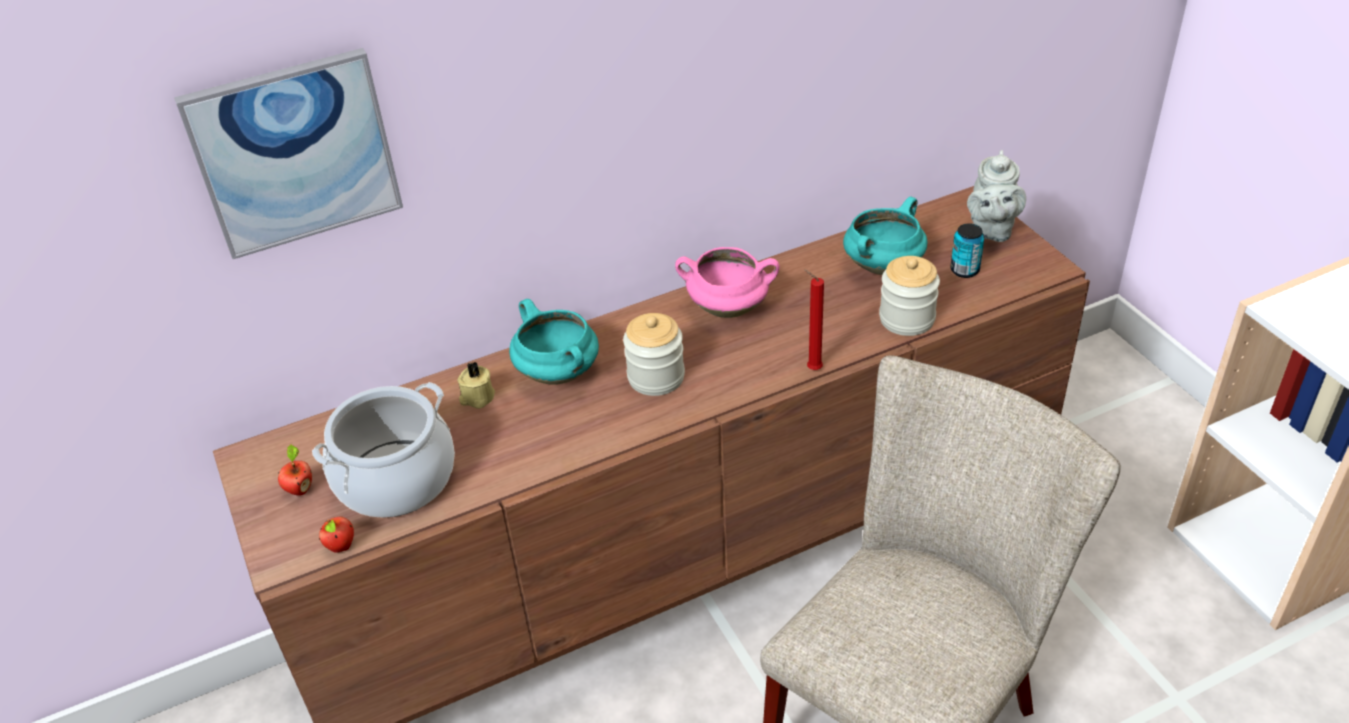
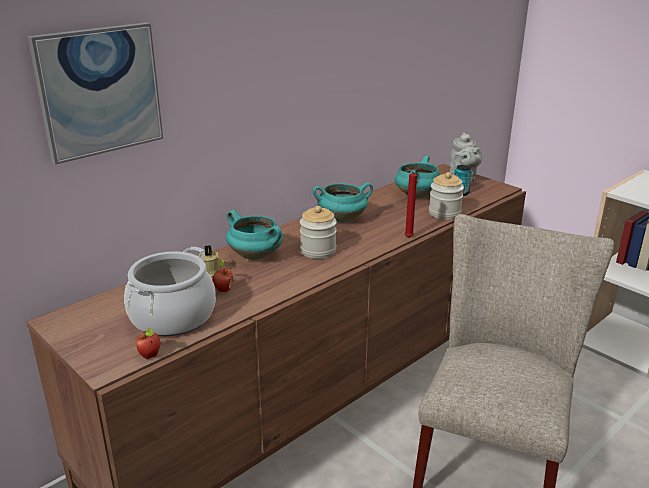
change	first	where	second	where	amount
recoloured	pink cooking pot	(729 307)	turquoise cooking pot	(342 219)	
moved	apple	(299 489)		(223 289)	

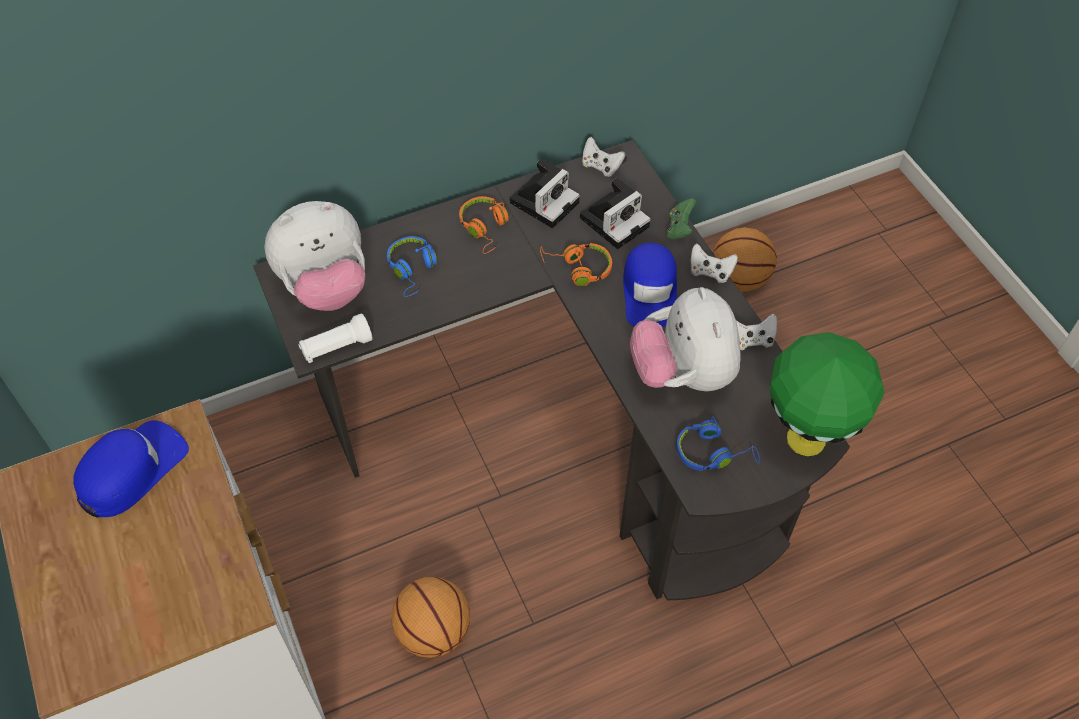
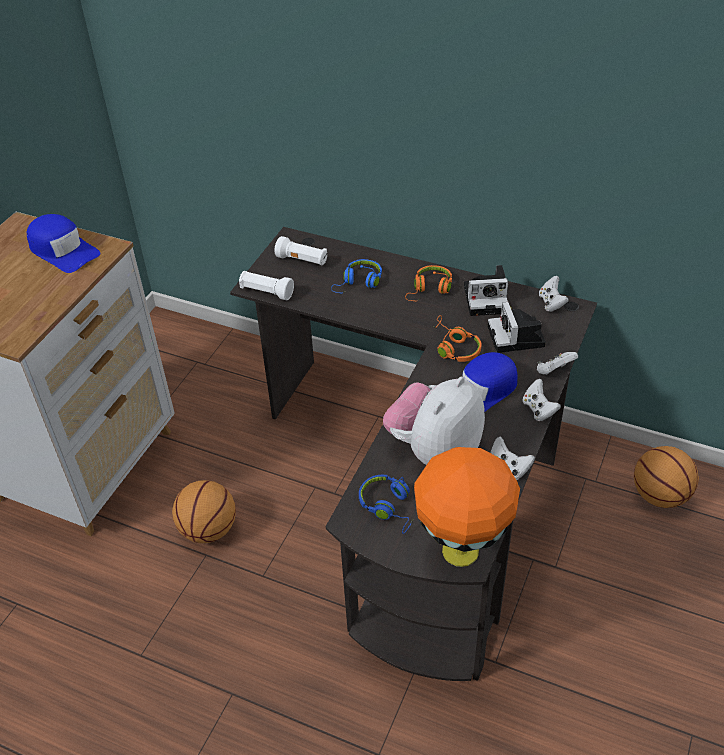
change	first	where	second	where	amount
turned	photo camera	(615 220)		(517 338)	75 degrees clockwise
recoloured	green game controller	(679 228)	white game controller	(554 371)	
replaced	plush toy	(326 287)	white flashlight	(302 260)	
recoloured	green table lamp	(806 437)	orange table lamp	(462 550)	
turned	blue cap	(132 470)		(63 250)	45 degrees clockwise

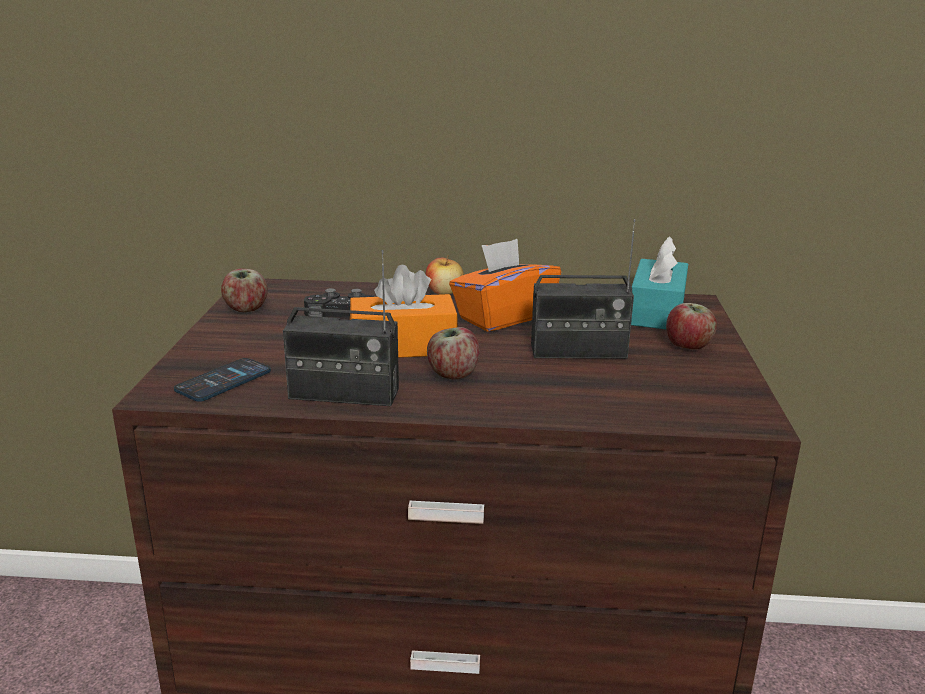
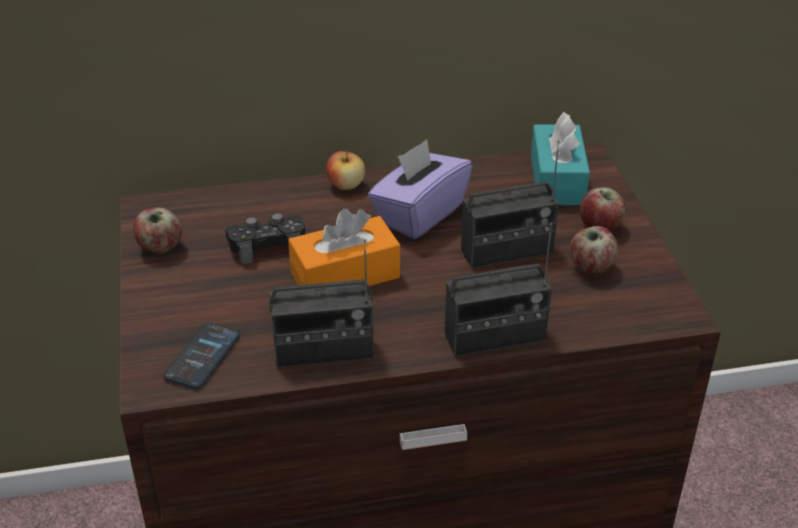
change	first	where	second	where	amount
recoloured	orange tissue box	(503 317)	purple tissue box	(419 214)	
moved	apple	(452 374)		(591 267)	
added			radio	(495 337)	

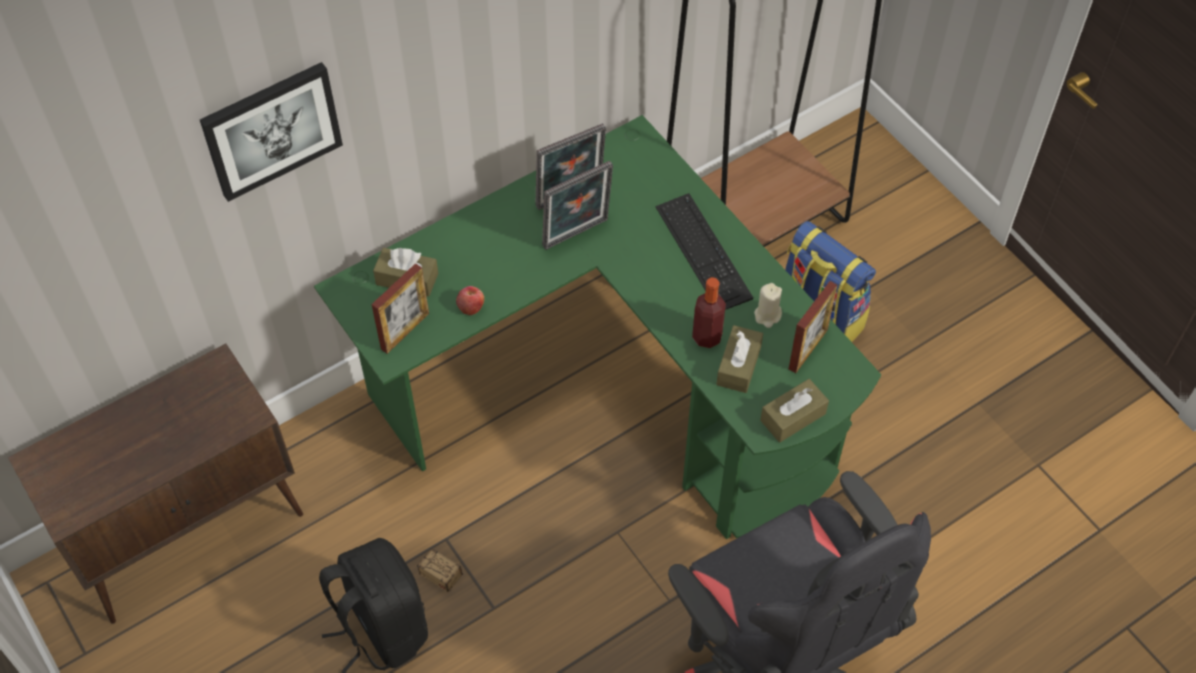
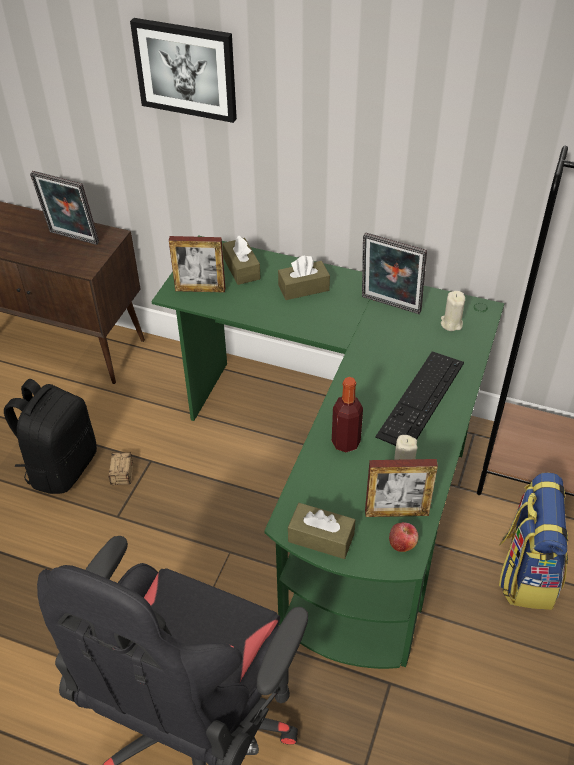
change	first	where	second	where	amount
moved	picture frame	(577 236)		(72 239)	
moved	apple	(471 307)		(402 544)	
moved	brown tissue box	(738 365)		(303 288)	
added			beige candle	(451 323)	

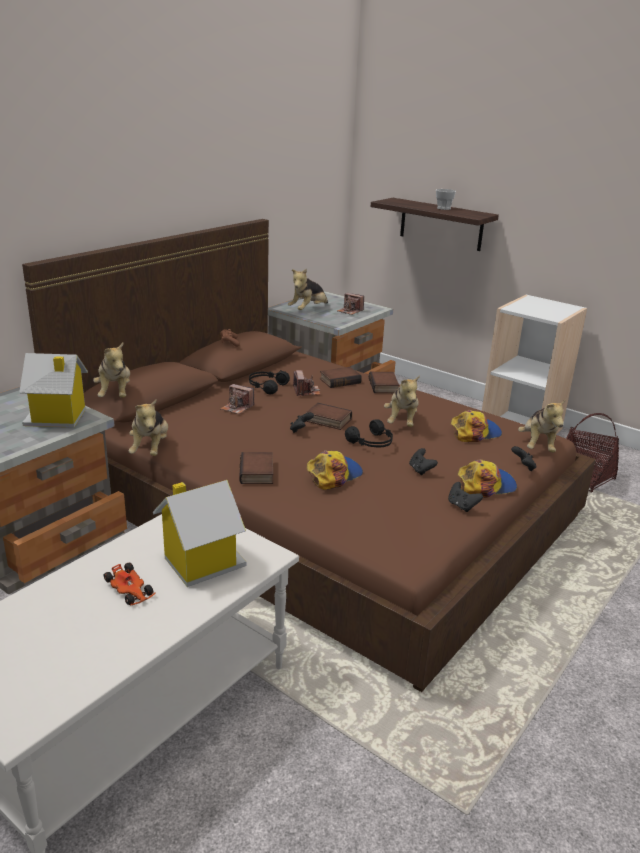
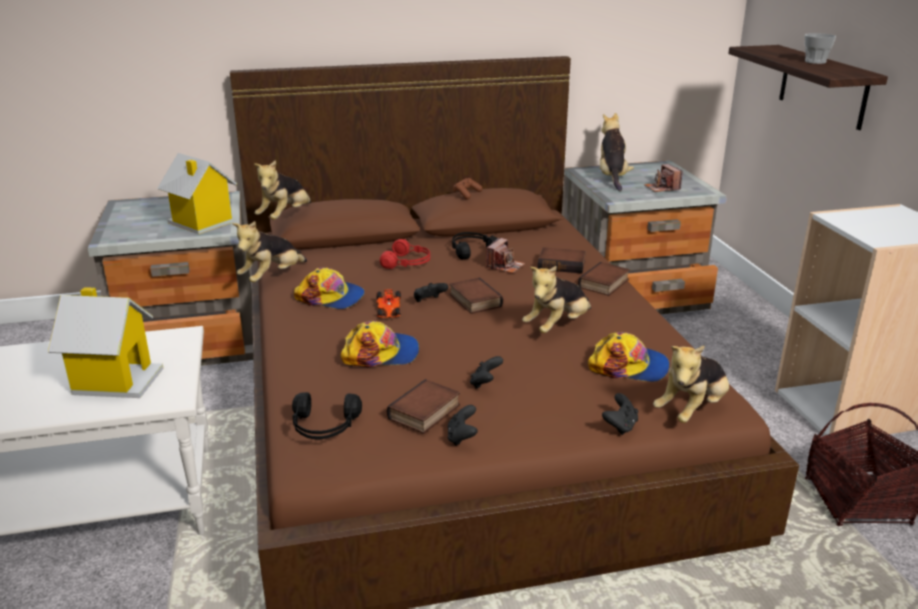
change	first	where	second	where	amount
turned	plush toy	(308 310)		(612 178)	105 degrees clockwise
replaced	photo camera	(237 408)	red headphones	(408 263)	
moved	black headphones	(372 443)		(324 427)	
moved	book	(258 473)		(425 413)	
moved	cap	(485 485)		(331 297)	
moved	toy car	(130 590)		(388 310)	

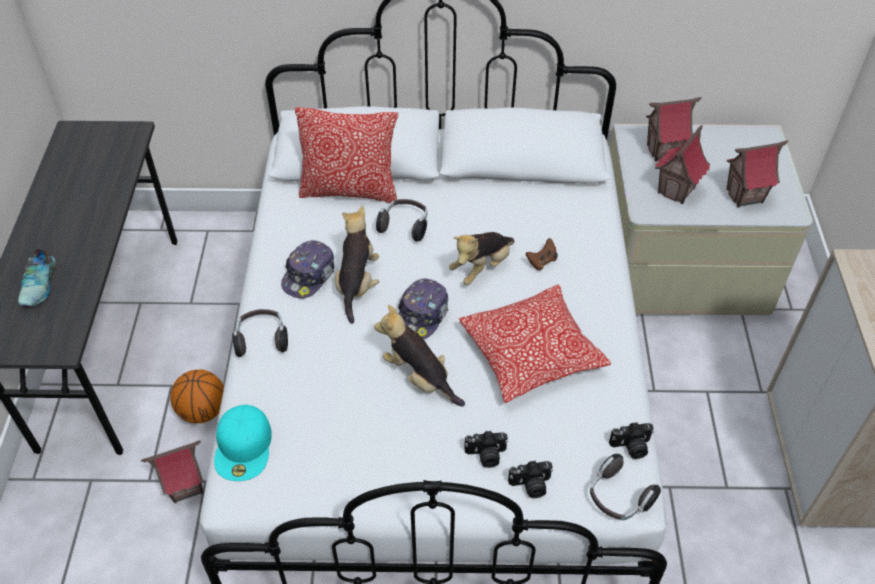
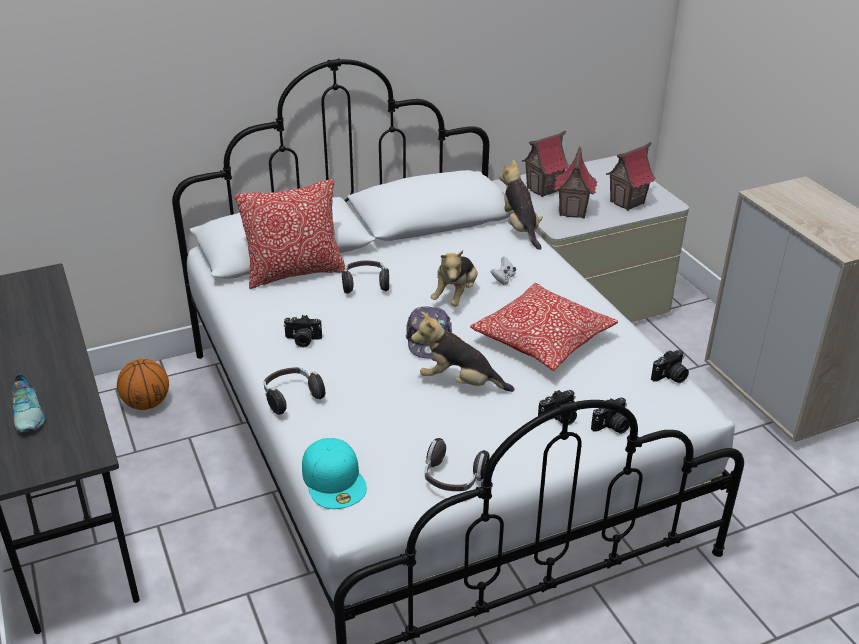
change	first	where	second	where	amount
moved	plush toy	(357 283)		(520 229)	
recoloured	brown game controller	(542 261)	white game controller	(503 279)	
replaced	cap	(309 275)	photo camera	(302 340)	
moved	basketball	(203 411)		(146 404)	
removed	toy house	(185 486)			
moved	headphones	(618 498)		(453 479)	

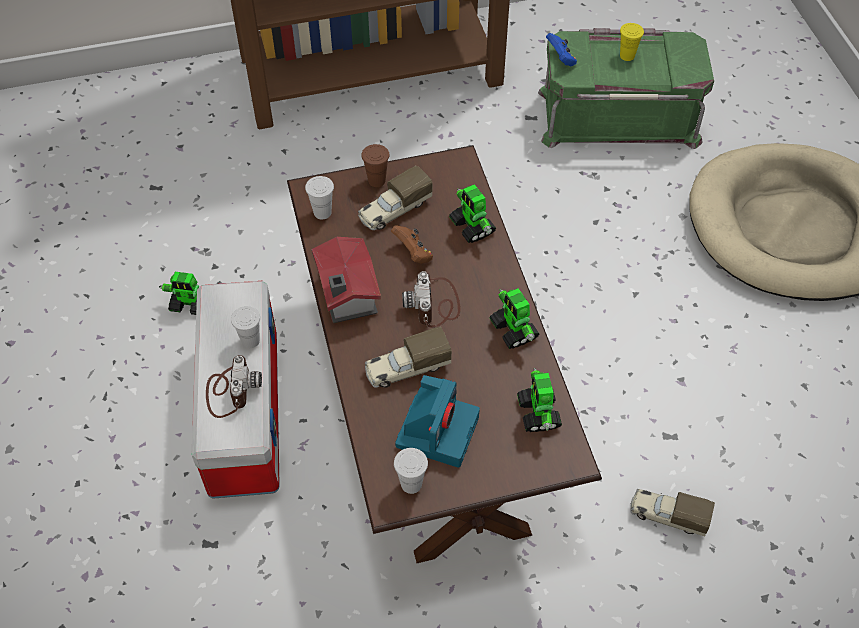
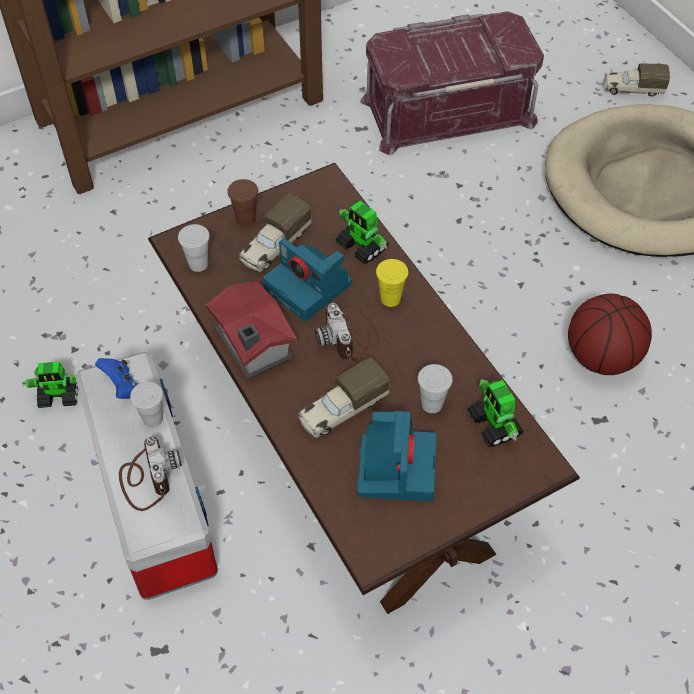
change	first	where	second	where	amount
moved	yellow cup	(627 56)		(390 299)	
recoloured	green storage box	(618 115)	red storage box	(447 109)	
moved	blue game controller	(561 59)		(123 386)	
replaced	brown game controller	(413 253)	photo camera	(310 287)	
removed	toy robot	(514 330)			
moved	white cup	(411 484)		(432 404)	
moved	toy truck	(667 516)		(632 89)	
added			basketball	(602 357)	

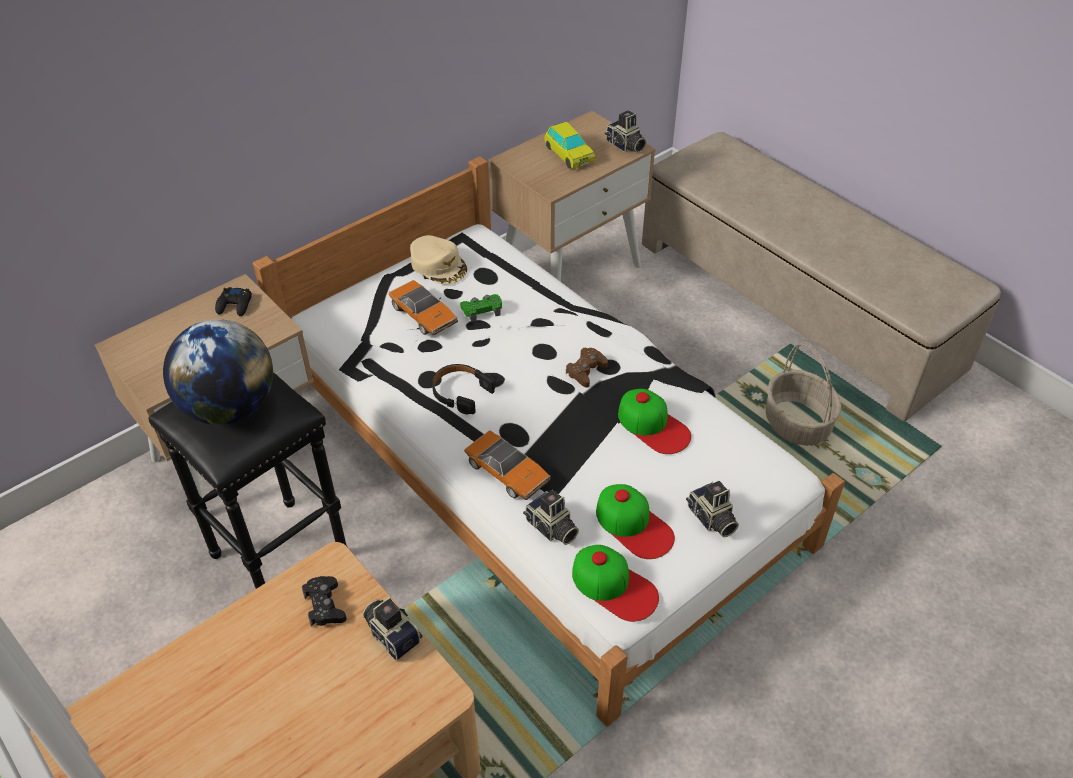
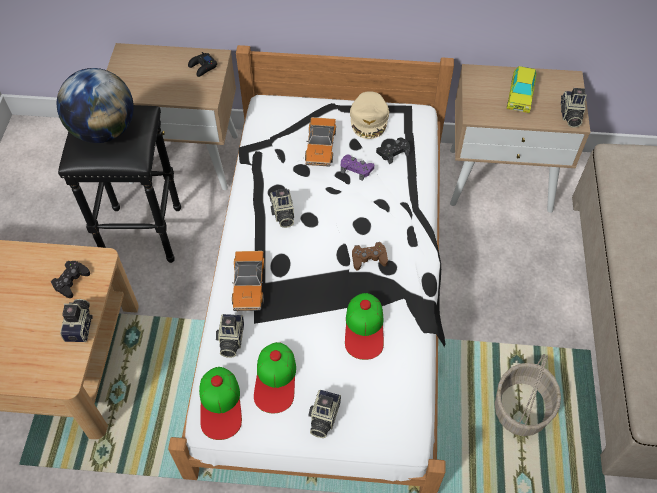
change	first	where	second	where	amount
recoloured	green game controller	(482 310)	purple game controller	(356 169)	
replaced	black headphones	(461 392)	photo camera	(282 214)	
added			black game controller	(393 152)	

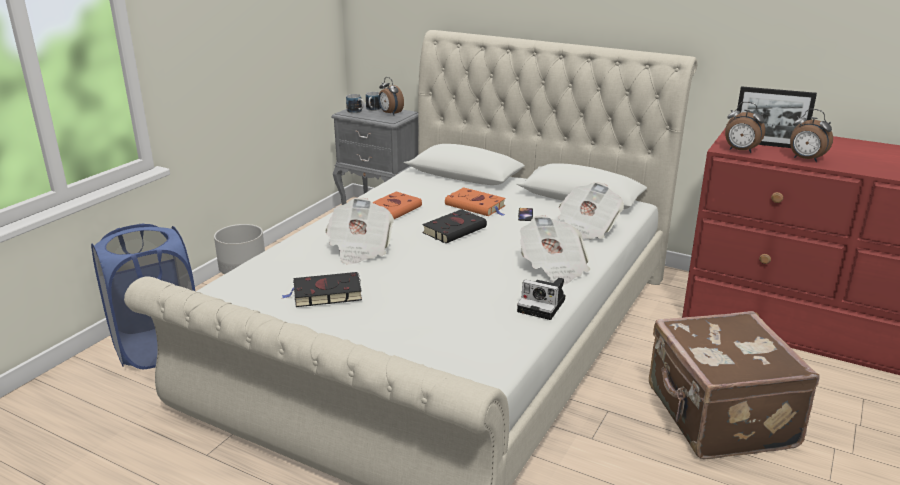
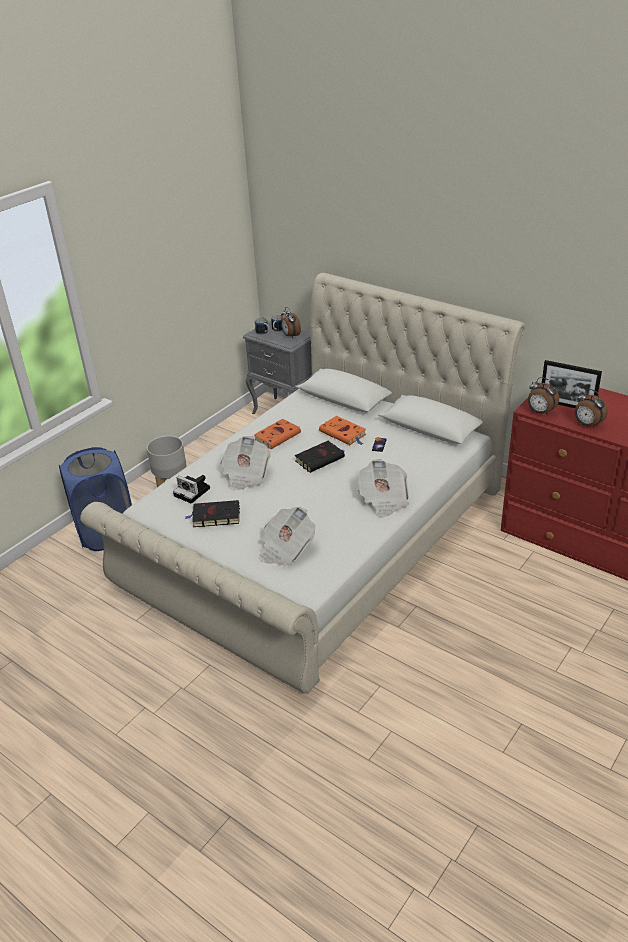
change	first	where	second	where	amount
moved	newspaper	(586 228)		(285 549)	
moved	photo camera	(543 306)		(193 492)	
removed	brown suitcase	(718 417)			

